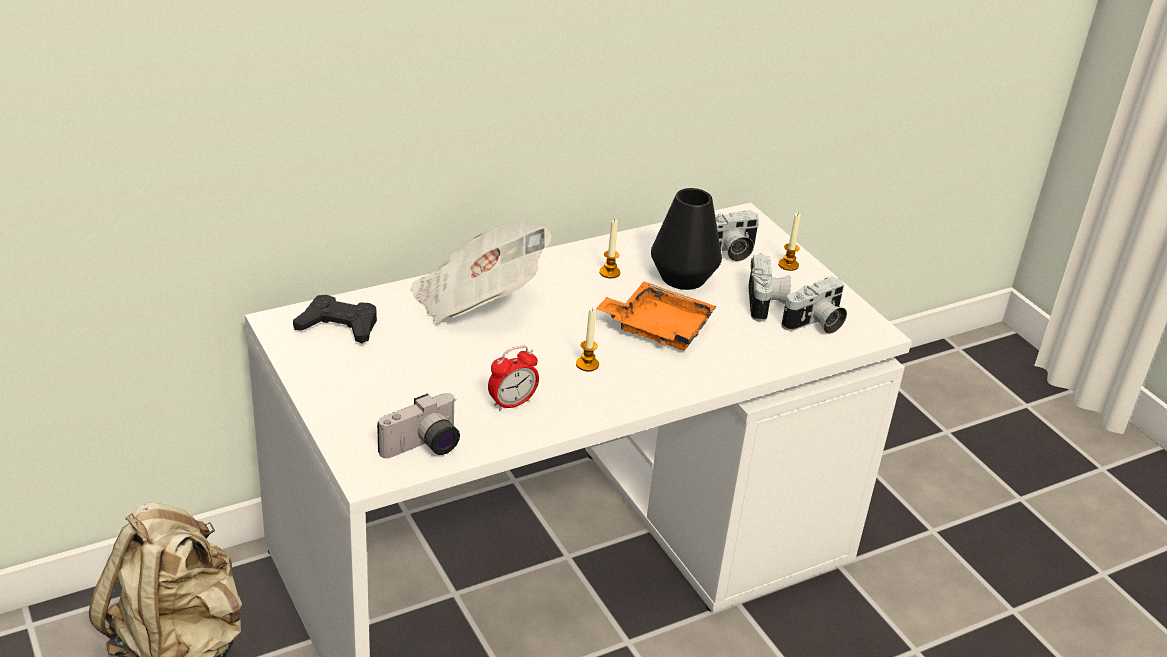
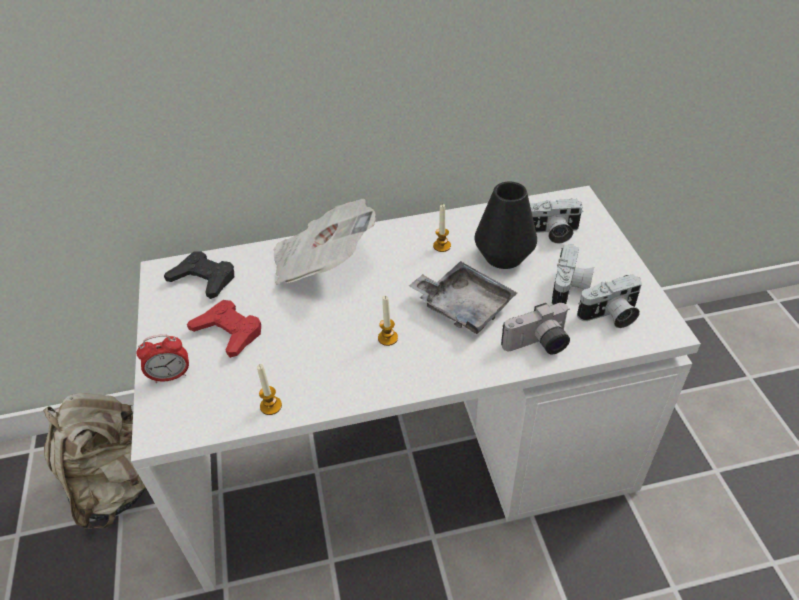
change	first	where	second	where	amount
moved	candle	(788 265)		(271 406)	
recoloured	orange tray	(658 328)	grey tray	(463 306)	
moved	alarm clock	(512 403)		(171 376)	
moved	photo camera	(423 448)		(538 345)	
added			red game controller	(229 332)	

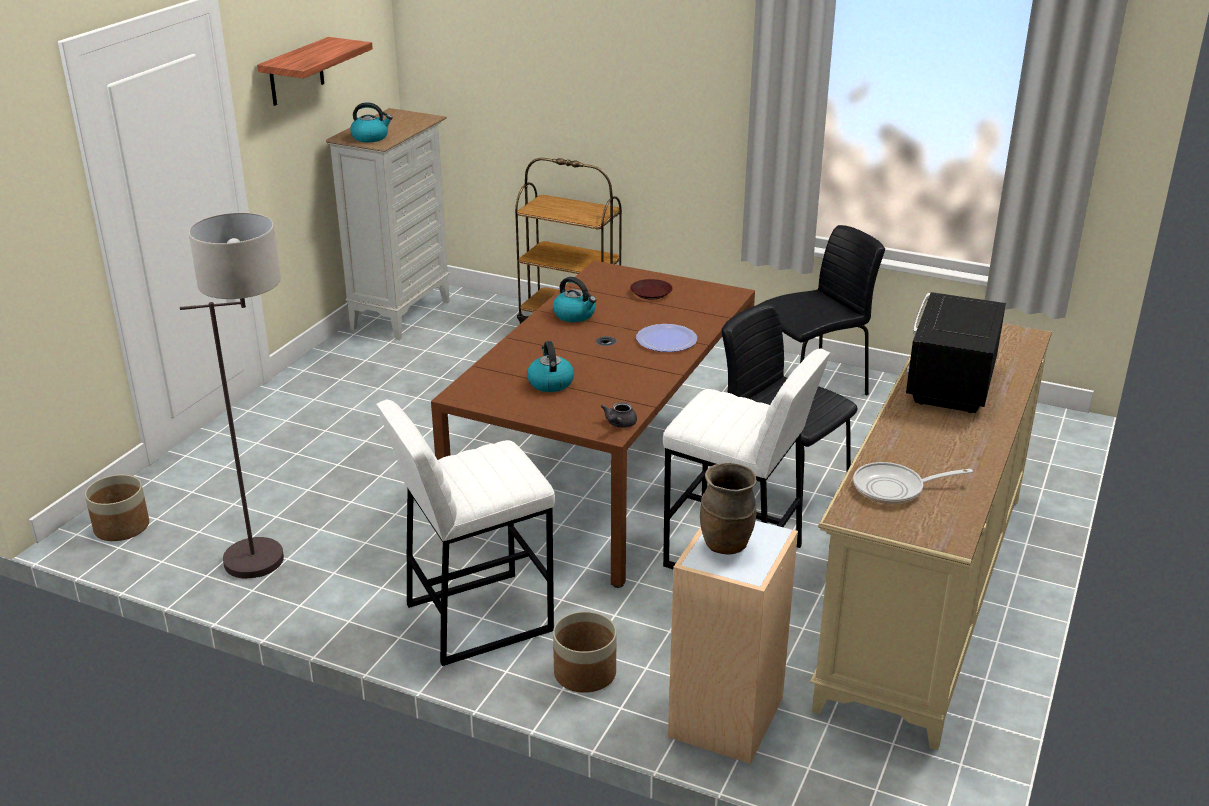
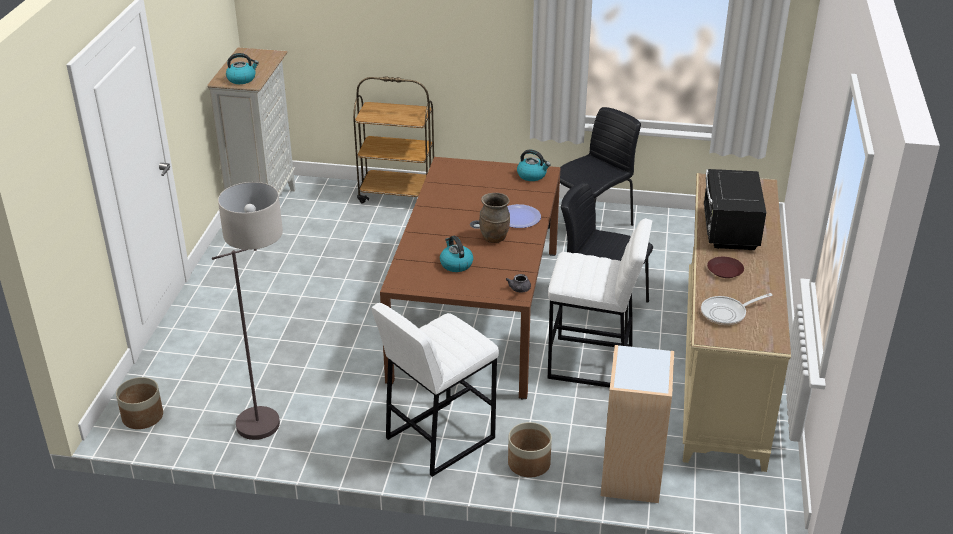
change	first	where	second	where	amount
removed	shelf	(296 72)			
moved	kettle	(575 315)		(532 175)	
moved	brown plate	(651 293)		(725 270)	
moved	brown vase	(726 545)		(494 238)	

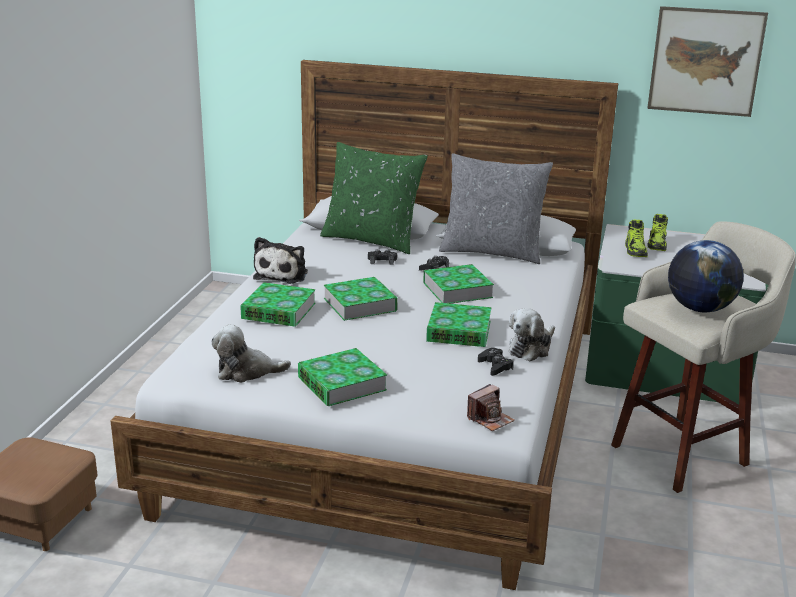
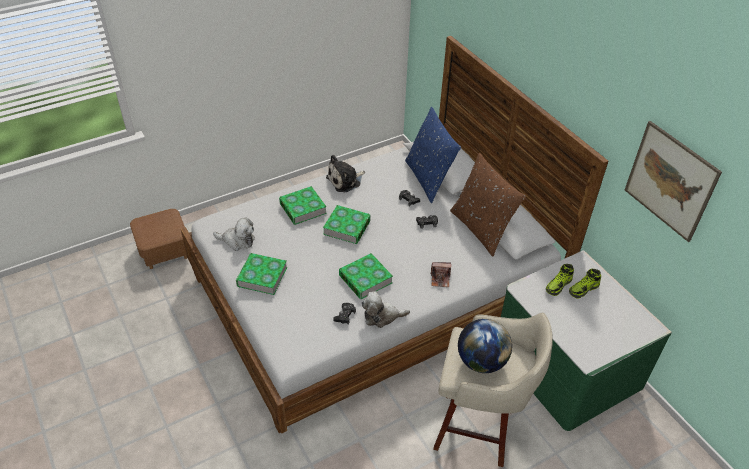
change	first	where	second	where	amount
recoloured	green pillow	(372 240)	blue pillow	(429 179)	
recoloured	grey pillow	(492 252)	brown pillow	(481 229)	
removed	book	(457 290)			
turned	plush toy	(246 372)		(237 241)	150 degrees clockwise
moved	photo camera	(490 419)		(440 279)	

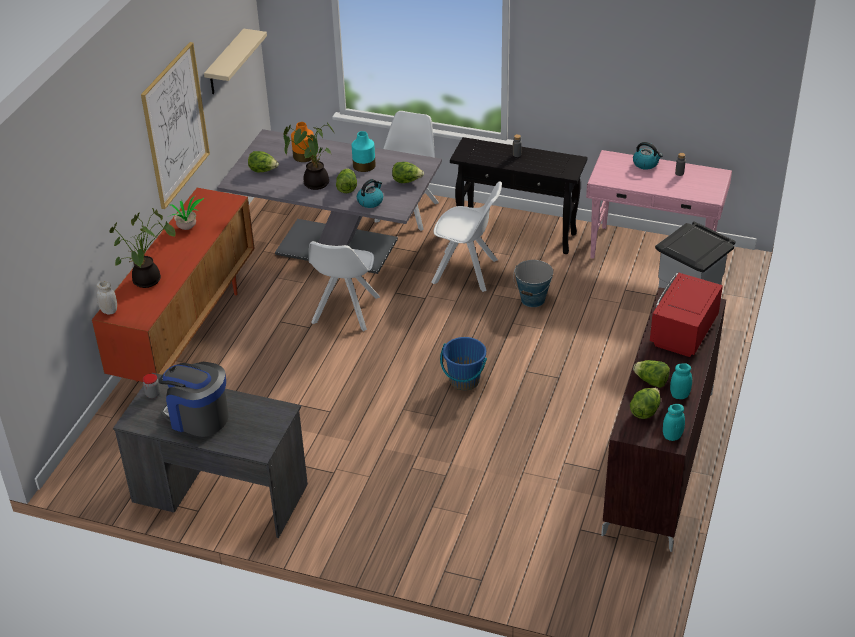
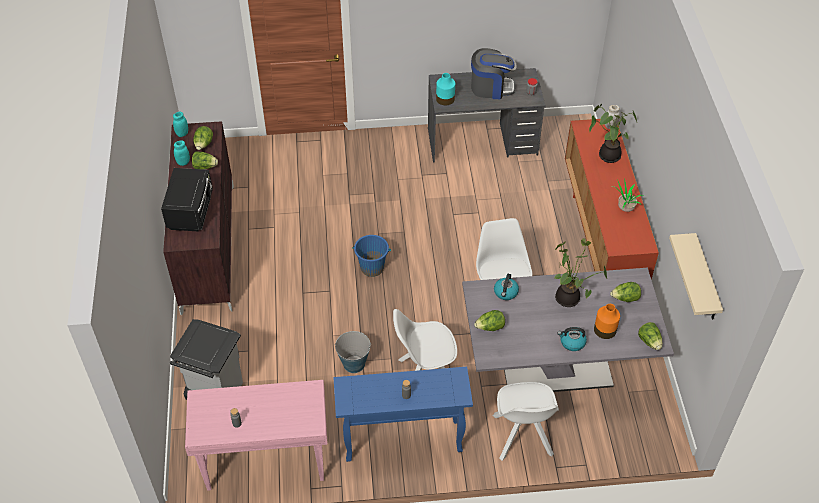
change	first	where	second	where	amount
removed	picture	(175 125)			
moved	turquoise vase	(363 165)		(445 99)	
recoloured	black console table	(518 234)	blue console table	(402 441)	
moved	kettle	(646 164)		(572 342)	
moved	lettuce	(347 188)		(649 342)	
recoloured	red microwave	(682 333)	black microwave	(191 211)	

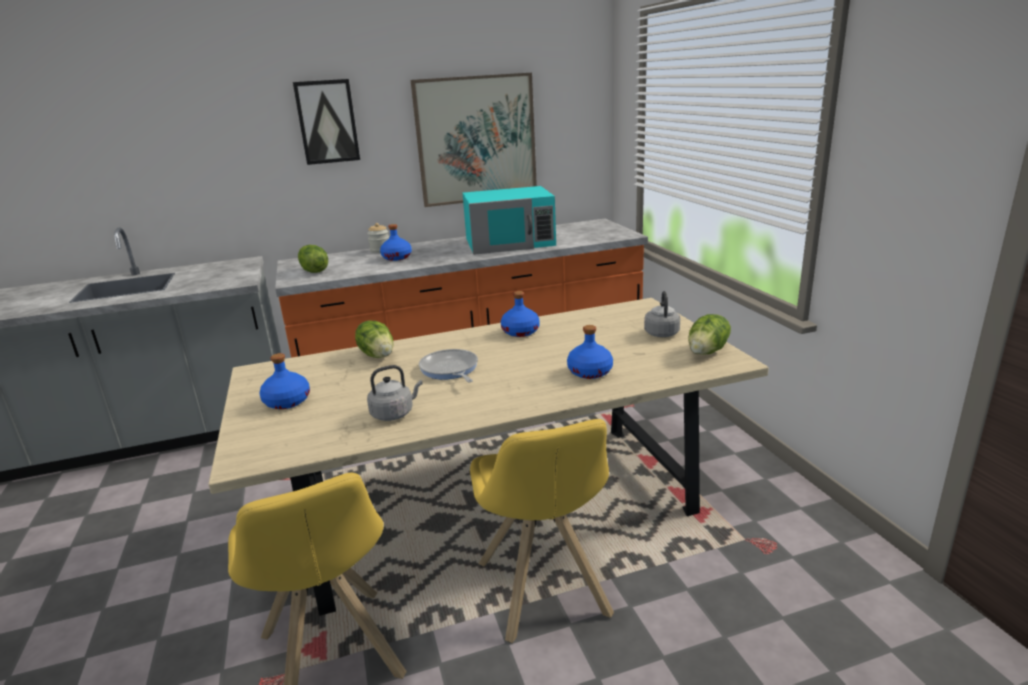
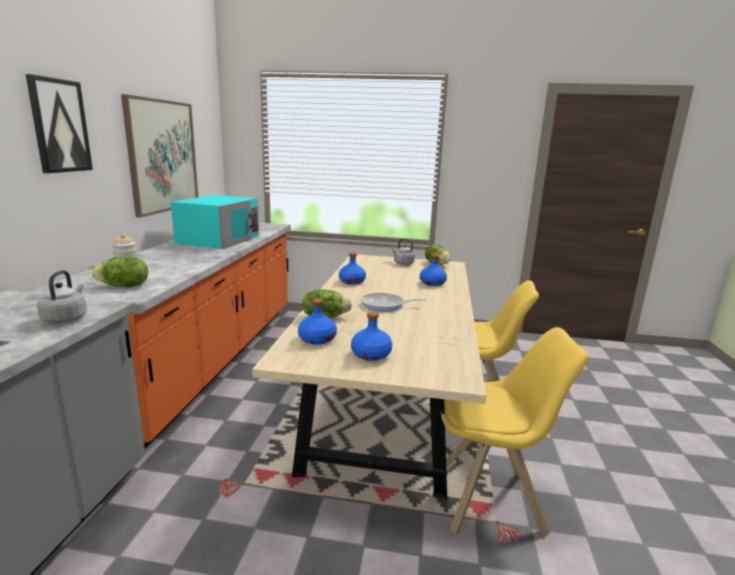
change	first	where	second	where	amount
moved	blue bottle	(397 257)		(317 339)	
moved	grey kettle	(394 413)		(66 318)	

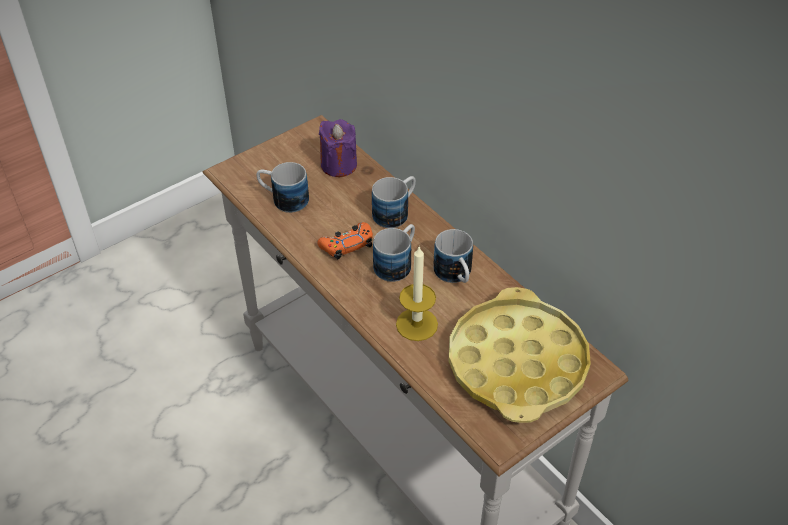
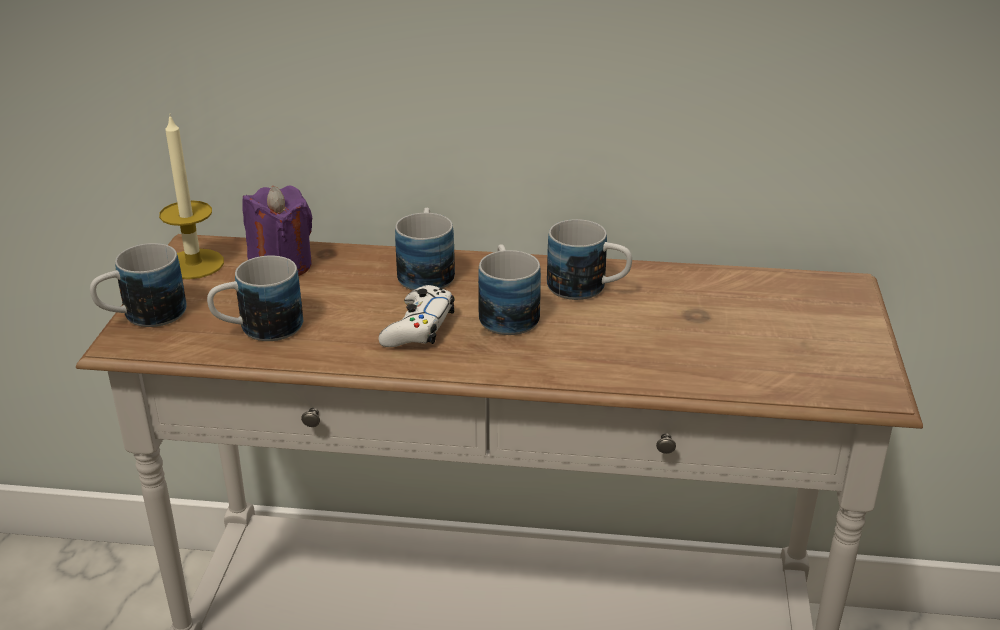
change	first	where	second	where	amount
recoloured	orange game controller	(347 245)	white game controller	(418 328)	
moved	candle	(416 324)		(194 264)	
removed	yellow tray	(517 363)			
added			mug	(142 316)	

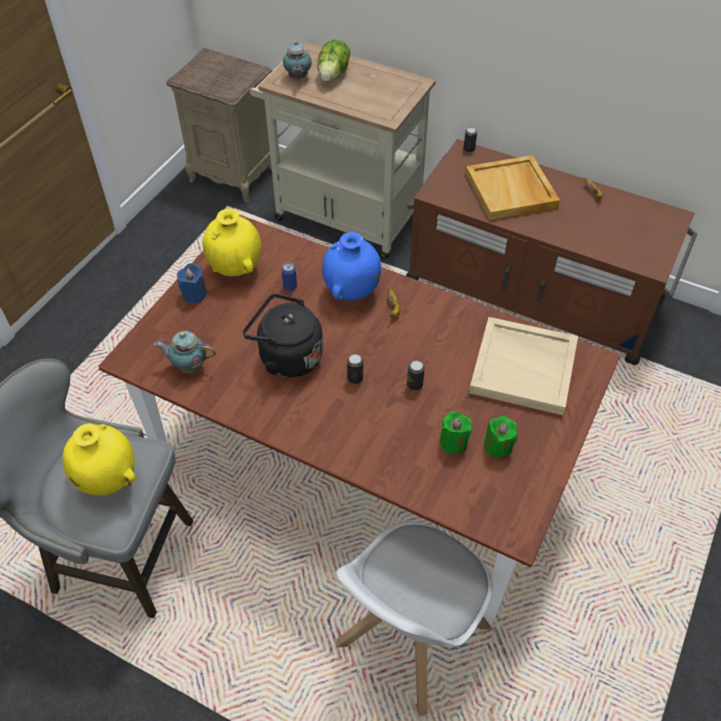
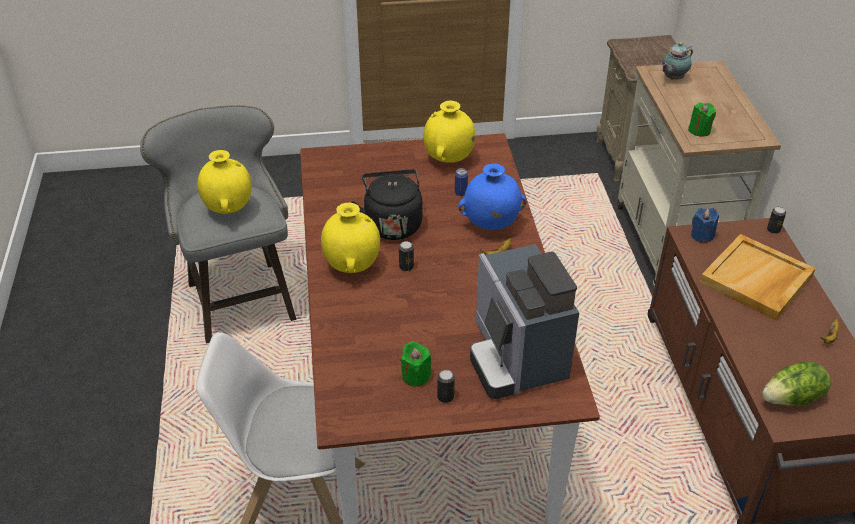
change	first	where	second	where	amount
moved	lettuce	(334 74)		(793 399)	
moved	blue candle	(194 294)		(702 235)	
replaced	beige tray	(524 367)	coffee machine	(516 357)	
removed	teapot	(189 366)			
moved	can	(414 385)		(445 397)	
moved	green candle	(453 442)		(699 130)	
added			yellow vase	(352 266)	

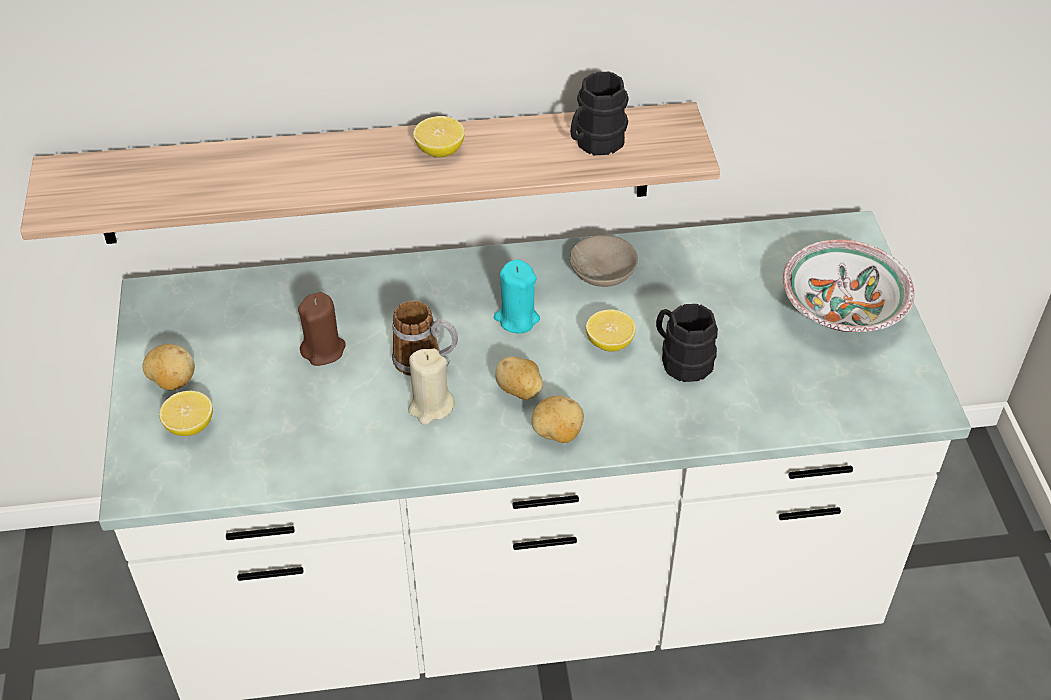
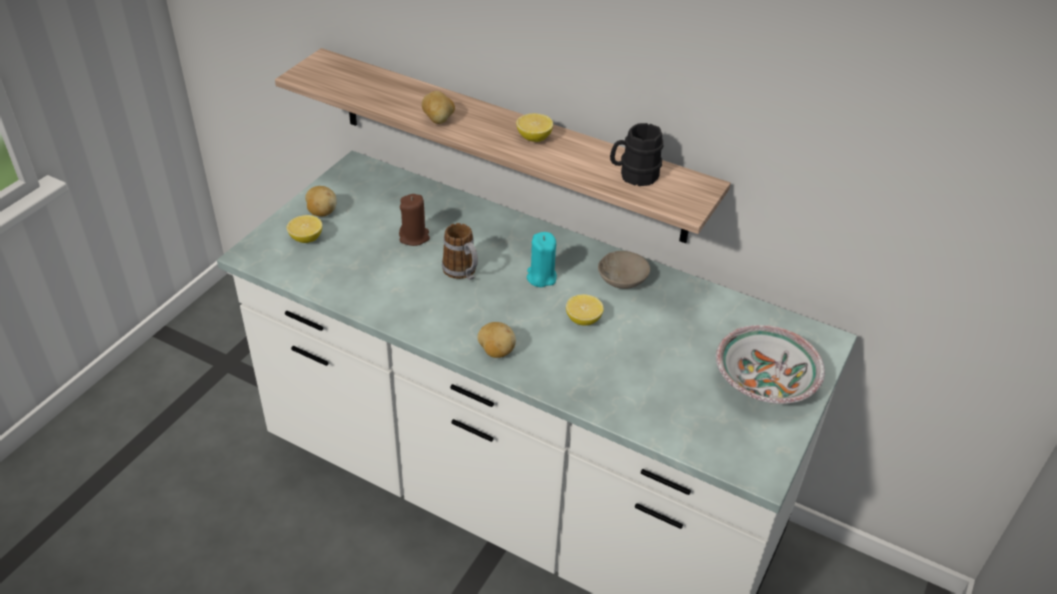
change	first	where	second	where	amount
removed	black mug	(681 360)			
removed	beige candle	(430 406)			
moved	potato	(520 391)		(438 120)	

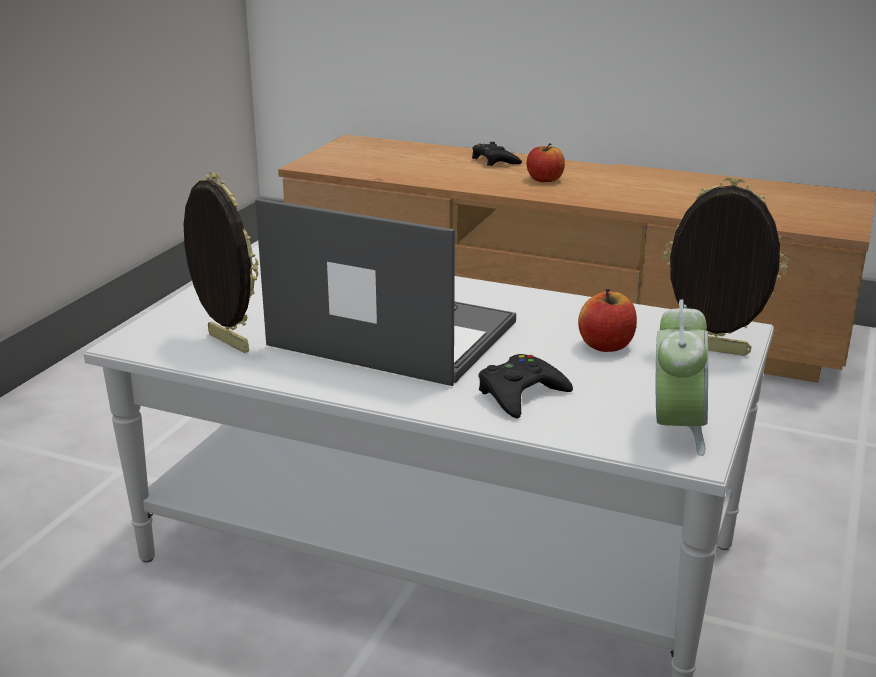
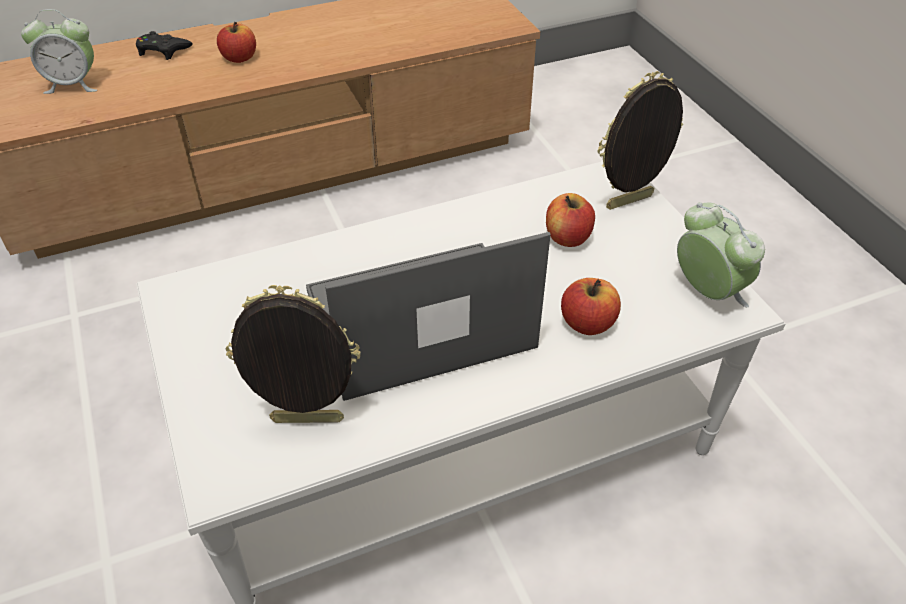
change	first	where	second	where	amount
replaced	black game controller	(521 394)	apple	(587 323)	
added			alarm clock	(73 84)	

